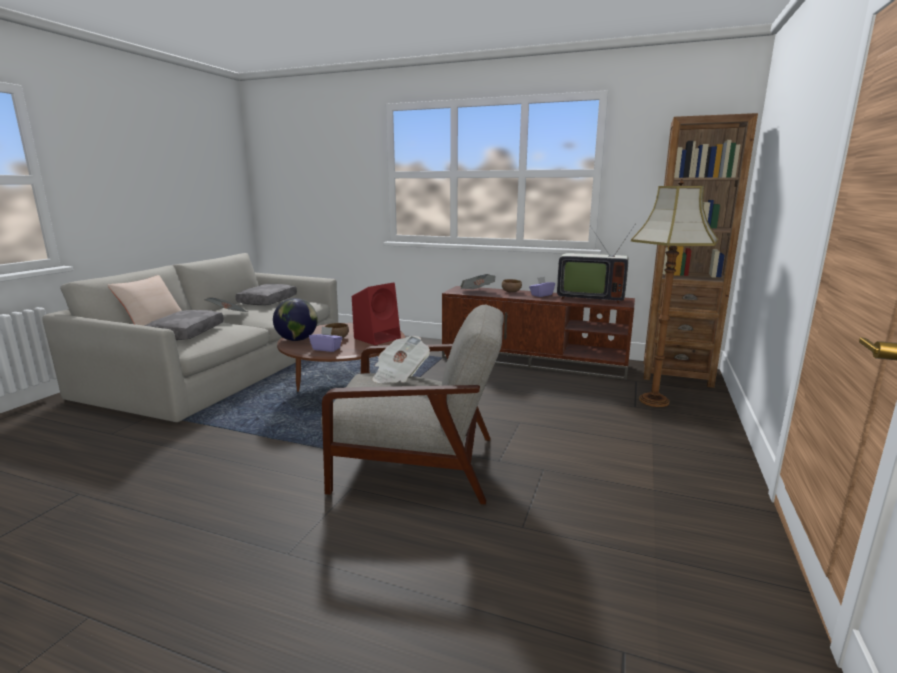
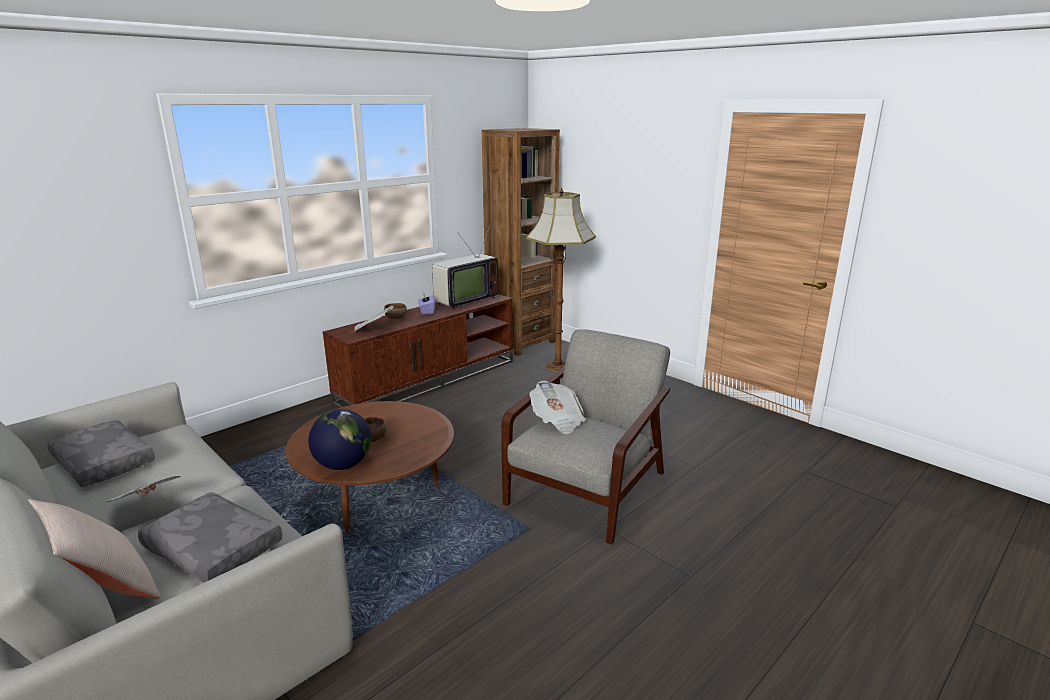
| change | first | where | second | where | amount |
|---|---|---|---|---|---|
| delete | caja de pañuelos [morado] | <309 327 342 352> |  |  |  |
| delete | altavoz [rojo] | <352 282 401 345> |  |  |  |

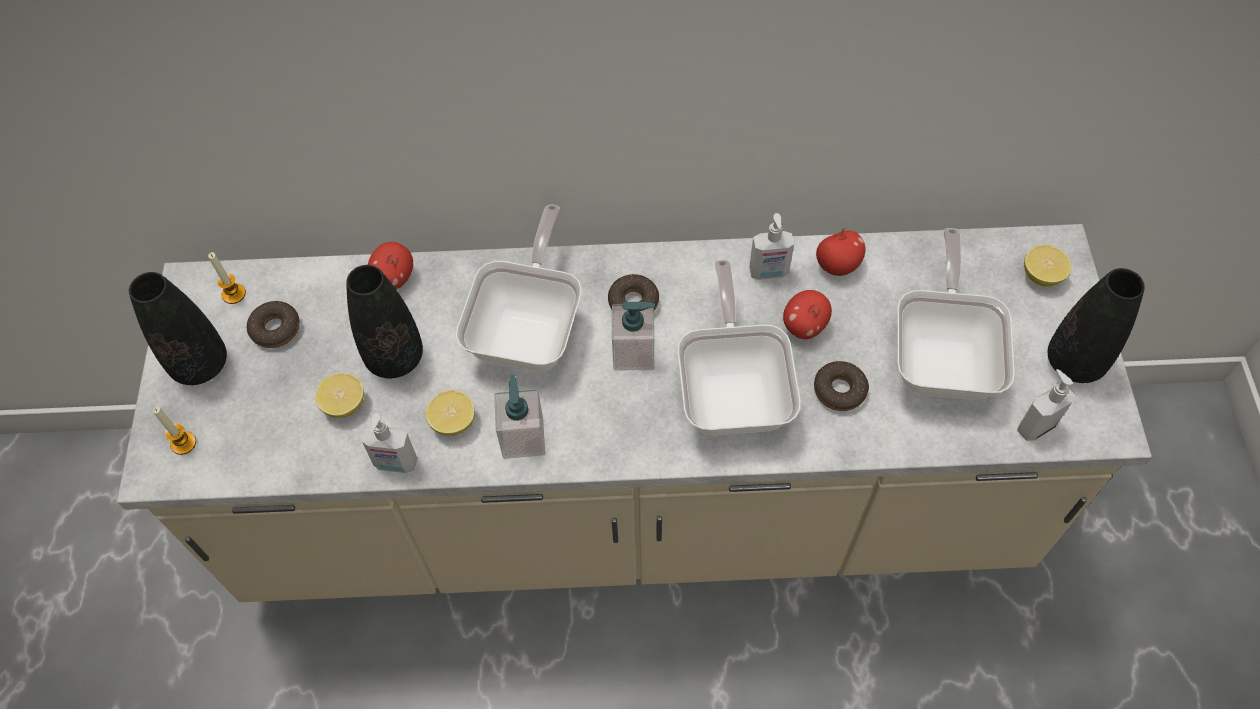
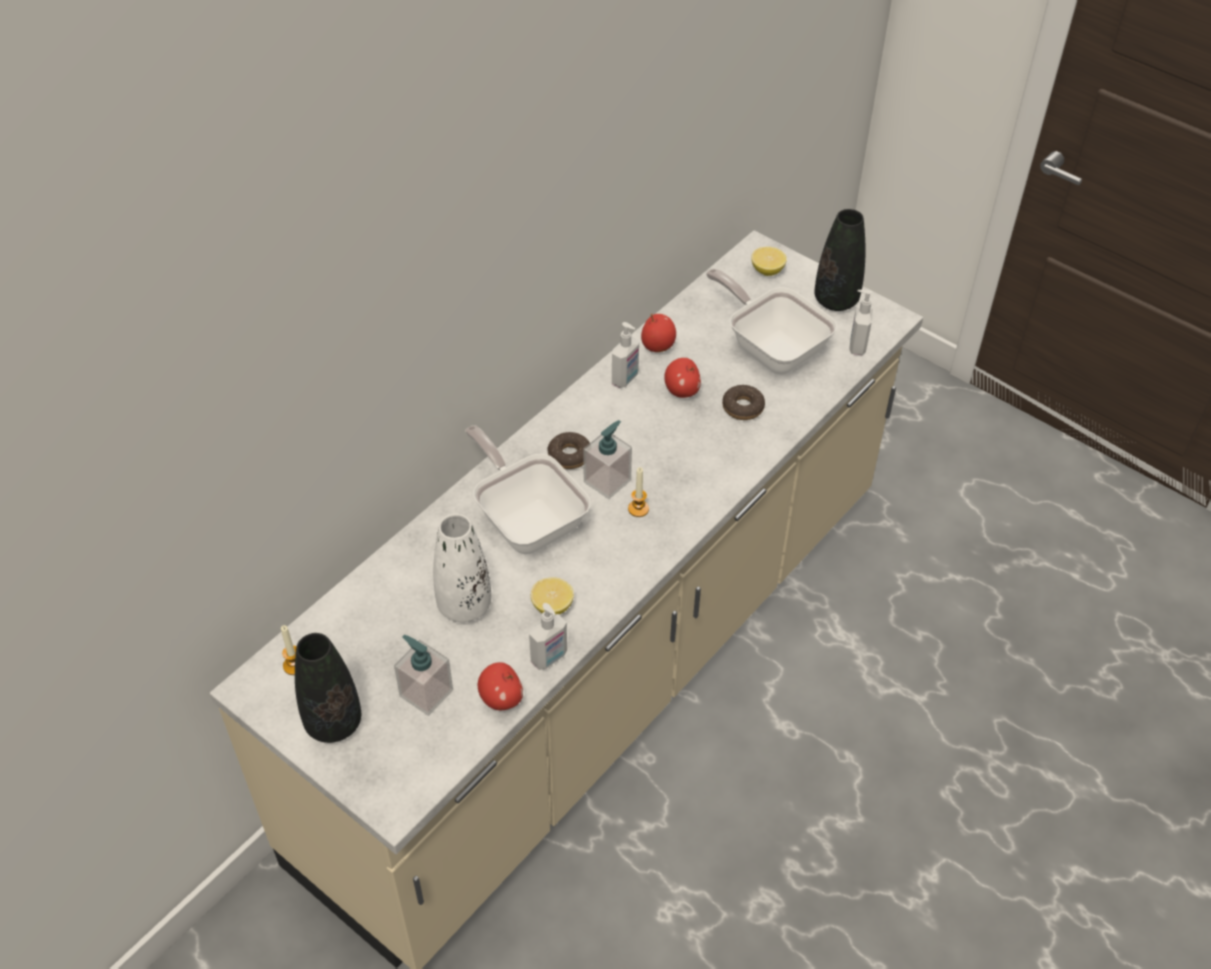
| change | first | where | second | where | amount |
|---|---|---|---|---|---|
| move | vela | <153 406 196 455> |  | <628 467 649 517> |  |
| delete | rosquilla | <247 301 300 348> |  |  |  |
| delete | limón | <315 373 364 418> |  |  |  |
| recolor | florero [negro] | <346 265 423 378> | florero [blanco] | <433 514 491 622> |  |
| move | manzana | <368 242 413 289> |  | <478 662 523 710> |  |
| move | dispensador de jabón | <494 375 545 459> |  | <394 635 453 716> |  |
| delete | sartén | <677 260 801 435> |  |  |  |

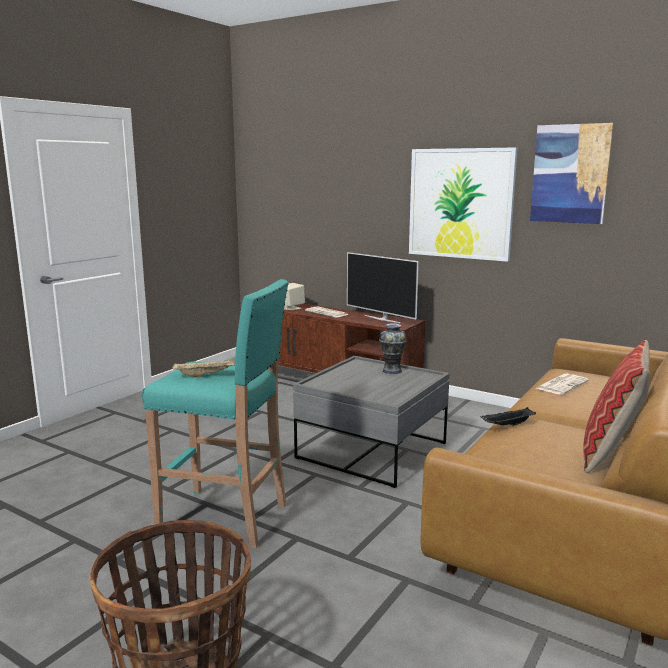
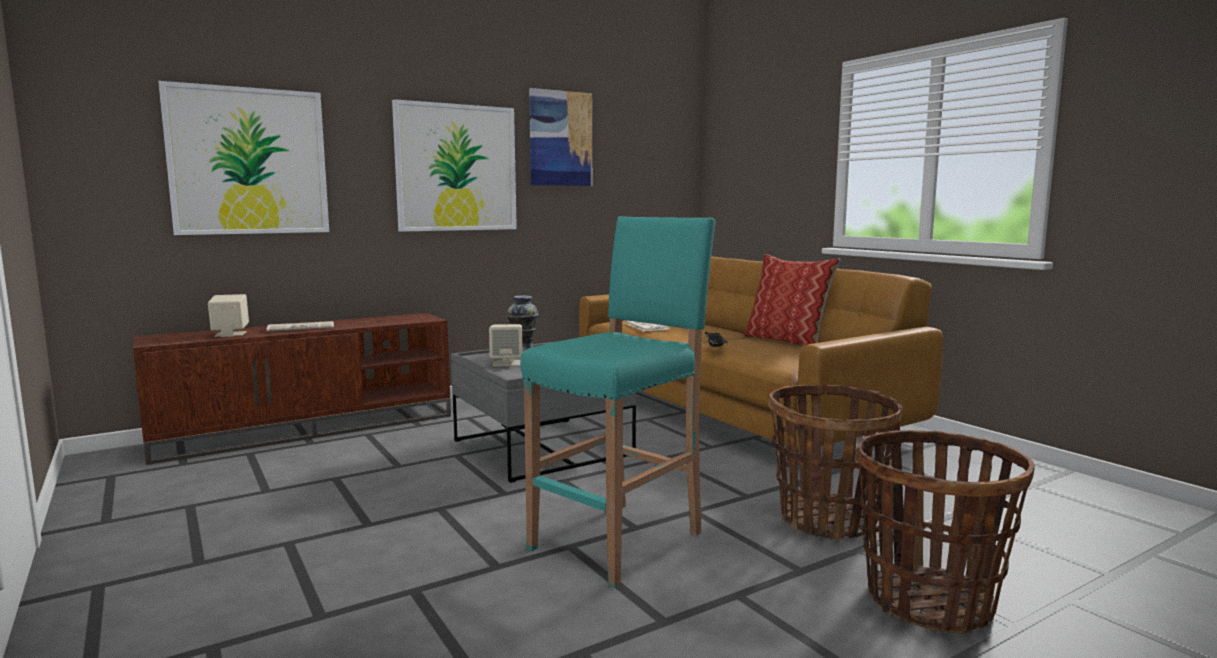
| change | first | where | second | where | amount |
|---|---|---|---|---|---|
| delete | bandeja [beis] | <172 358 235 377> |  |  |  |
| delete | televisor | <347 252 419 323> |  |  |  |
| insert |  |  | cuadro | <159 81 329 235> |  |
| insert |  |  | altavoz [beis] | <489 324 522 367> |  |
| insert |  |  | cesta | <768 385 902 541> |  |

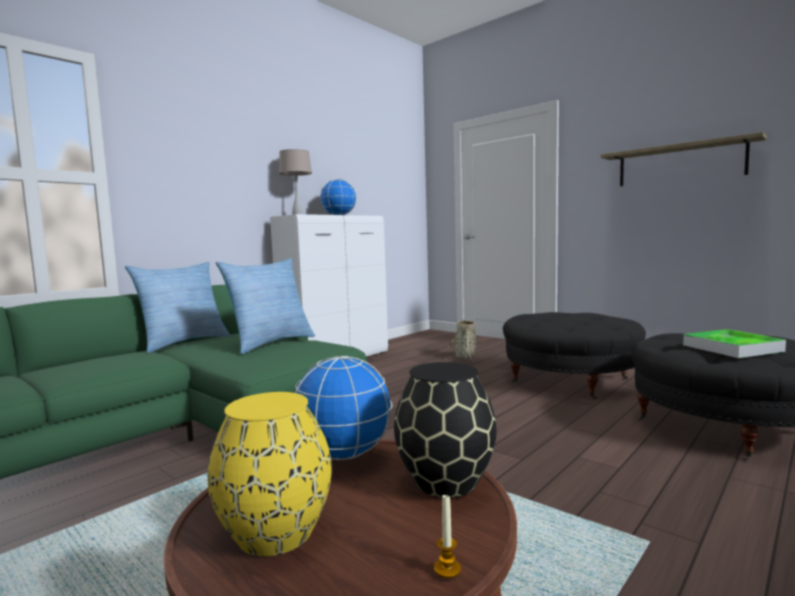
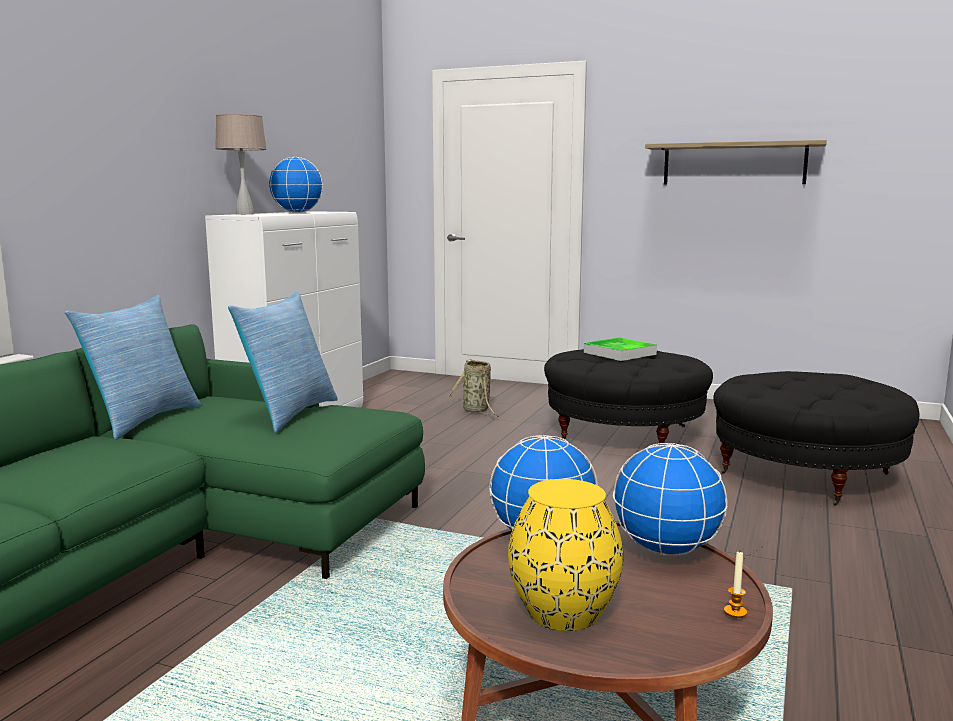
| change | first | where | second | where | amount |
|---|---|---|---|---|---|
| replace | florero [negro] | <394 362 497 497> | globo terráqueo | <613 443 728 556> |  |
| move | bandeja | <683 329 786 358> |  | <584 337 657 361> |  |

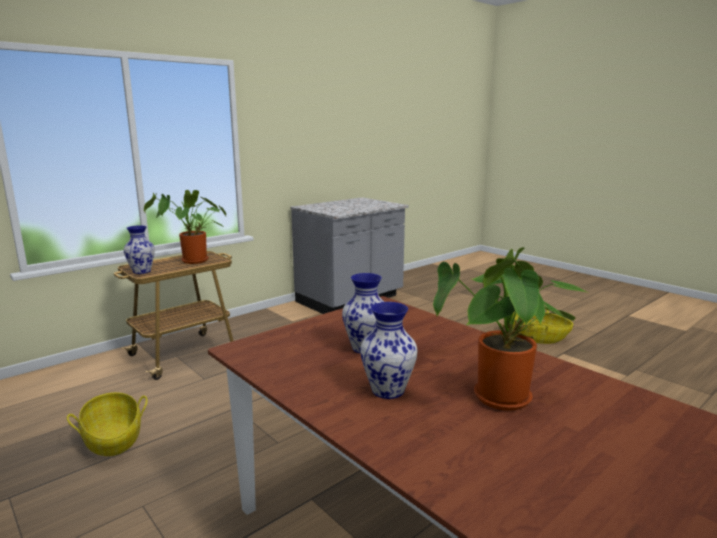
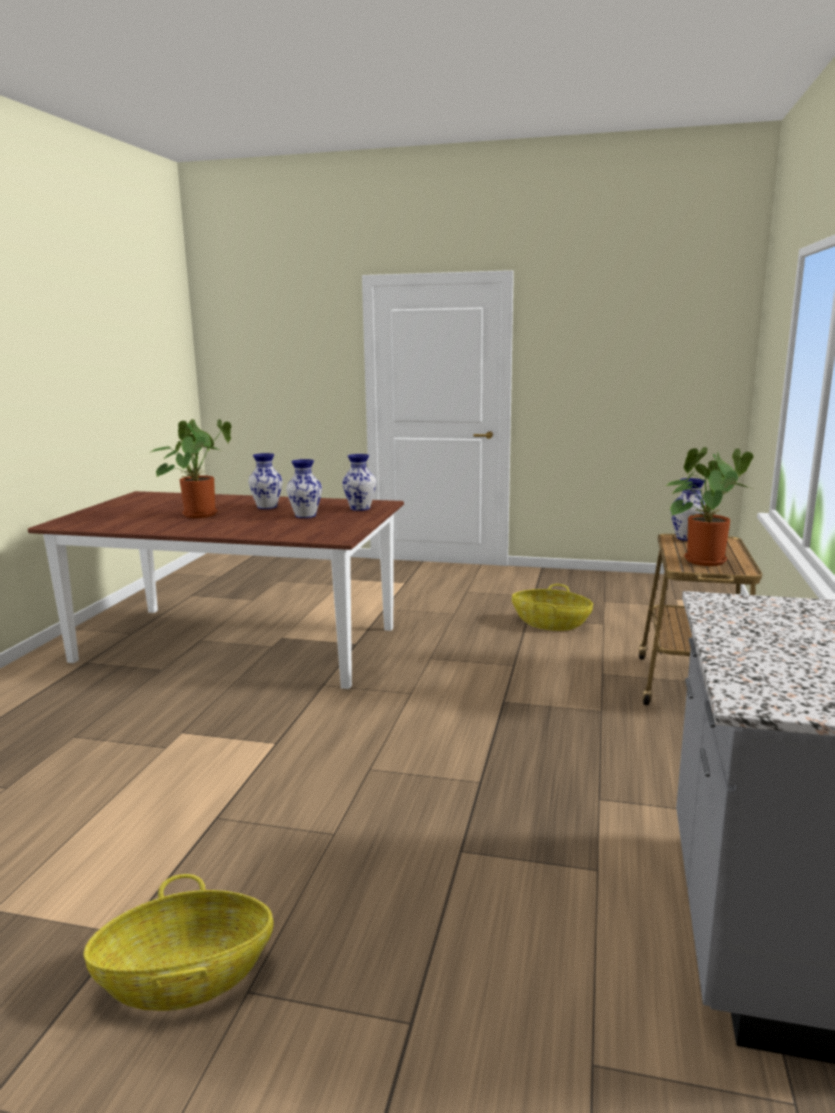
| change | first | where | second | where | amount |
|---|---|---|---|---|---|
| insert |  |  | florero | <342 454 376 511> |  |

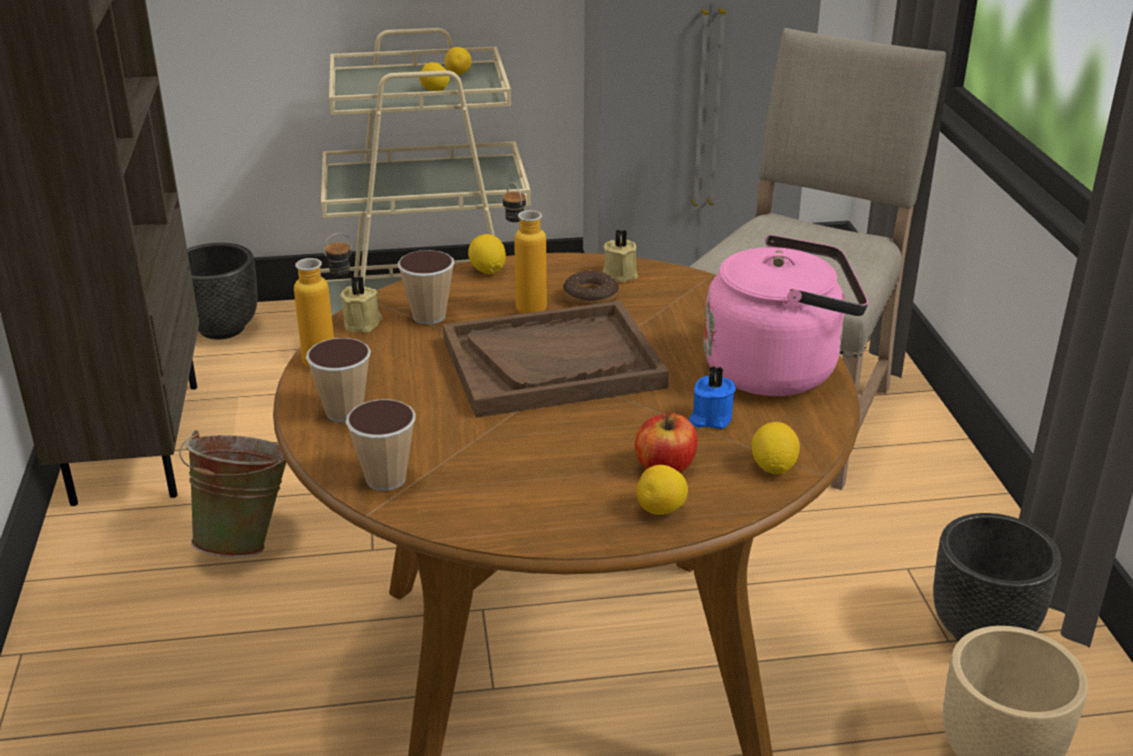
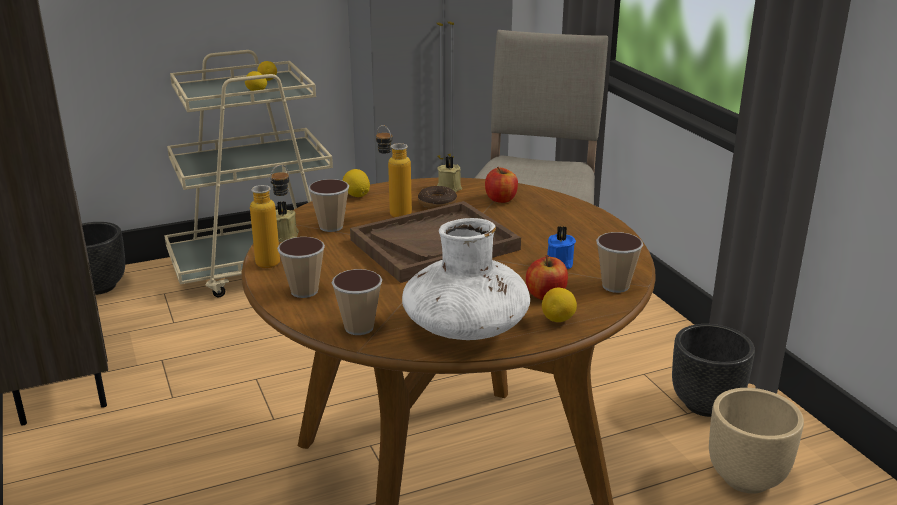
| change | first | where | second | where | amount |
|---|---|---|---|---|---|
| delete | cubo [verde] | <179 430 286 557> |  |  |  |
| delete | hervidor [rosa] | <704 235 868 396> |  |  |  |
| replace | limón | <752 422 800 474> | taza | <596 232 643 293> |  |
| insert |  |  | florero [blanco] | <402 218 530 340> |  |
| insert |  |  | manzana | <485 167 518 203> |  |

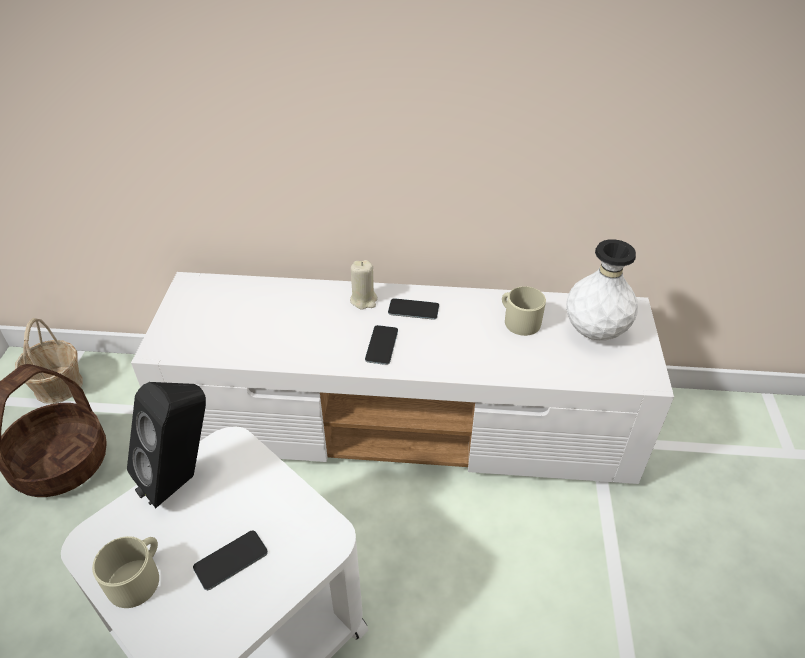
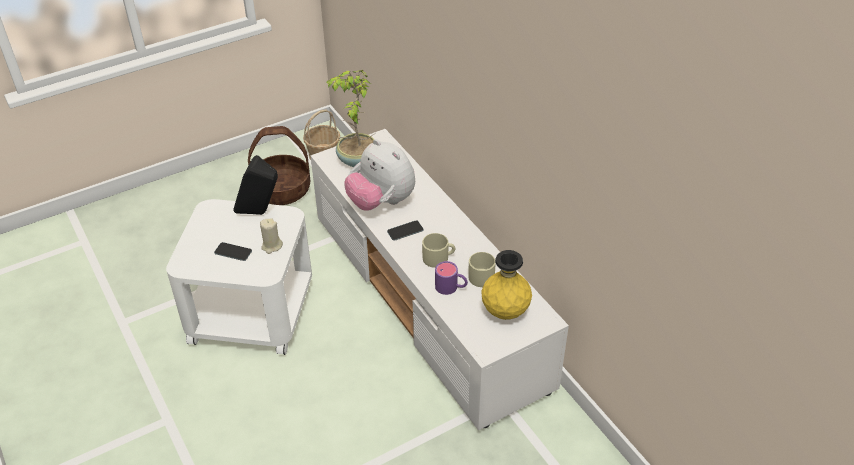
| change | first | where | second | where | amount |
|---|---|---|---|---|---|
| move | taza grande [beis] | <92 536 159 608> |  | <422 233 455 268> |  |
| move | vela [beis] | <350 260 378 310> |  | <260 218 283 254> |  |
| delete | móvil | <388 298 439 320> |  |  |  |
| recolor | florero [blanco] | <566 239 638 341> | florero [amarillo] | <481 250 532 320> |  |
| insert |  |  | planta en maceta | <326 70 374 167> |  |
| insert |  |  | peluche | <344 139 415 211> |  |
| insert |  |  | taza grande [morado] | <435 261 468 295> |  |

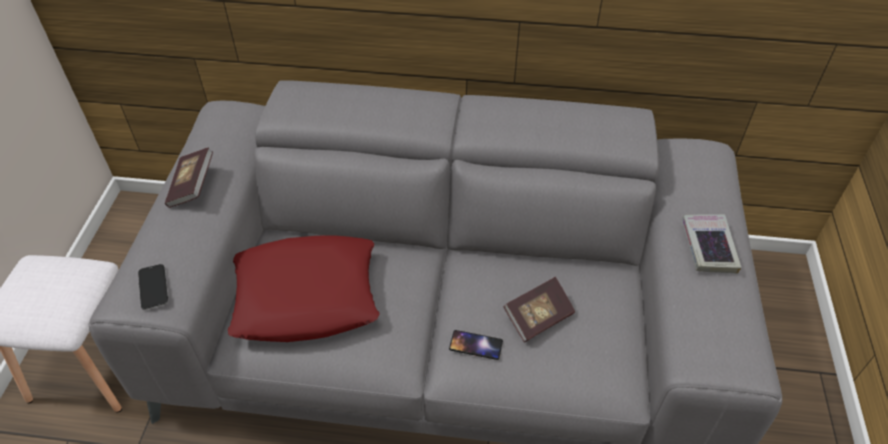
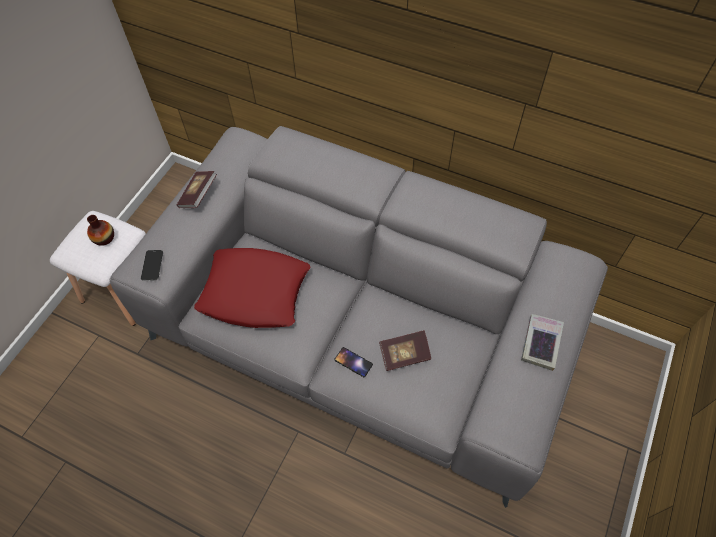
| change | first | where | second | where | amount |
|---|---|---|---|---|---|
| insert |  |  | florero | <87 215 114 246> |  |

